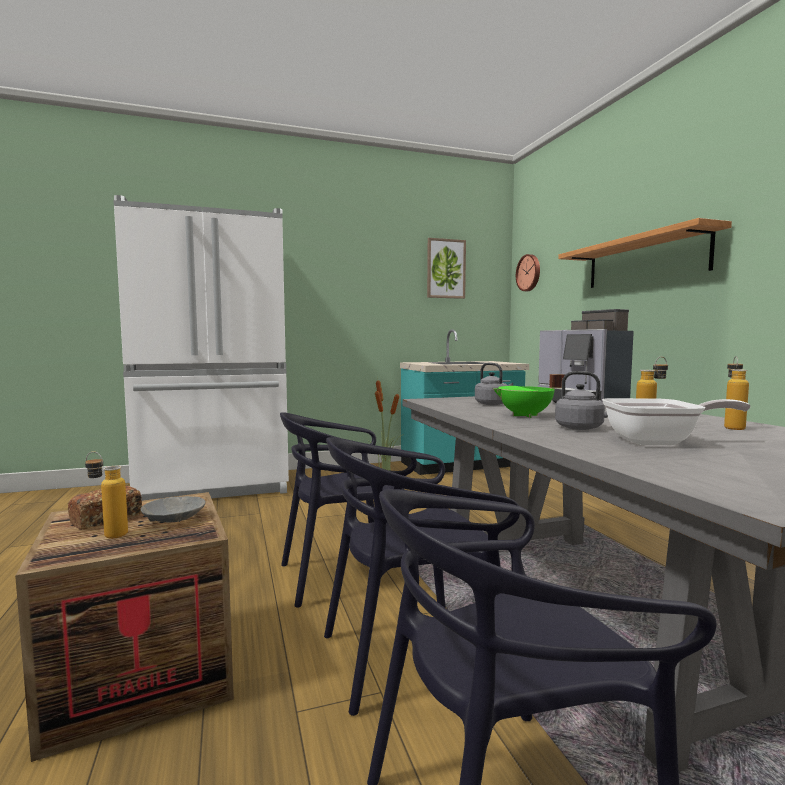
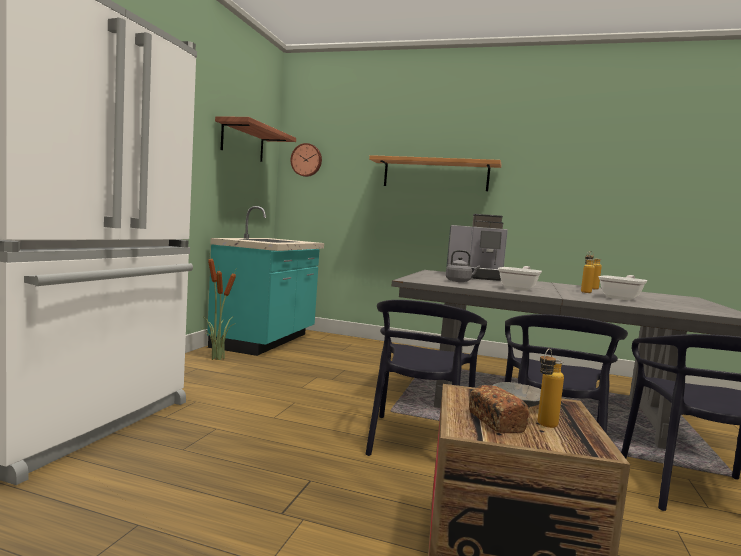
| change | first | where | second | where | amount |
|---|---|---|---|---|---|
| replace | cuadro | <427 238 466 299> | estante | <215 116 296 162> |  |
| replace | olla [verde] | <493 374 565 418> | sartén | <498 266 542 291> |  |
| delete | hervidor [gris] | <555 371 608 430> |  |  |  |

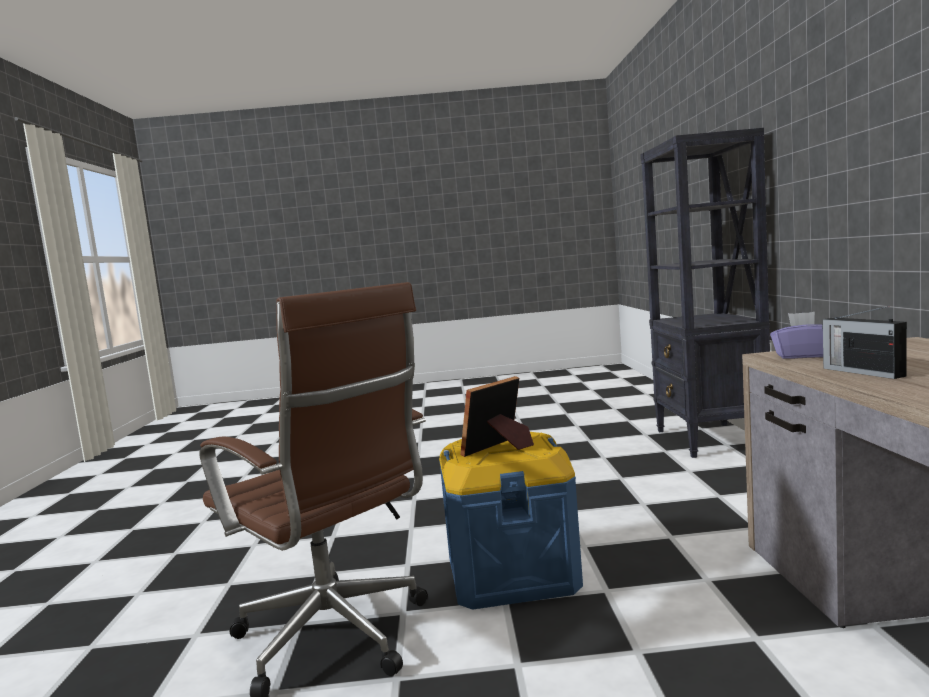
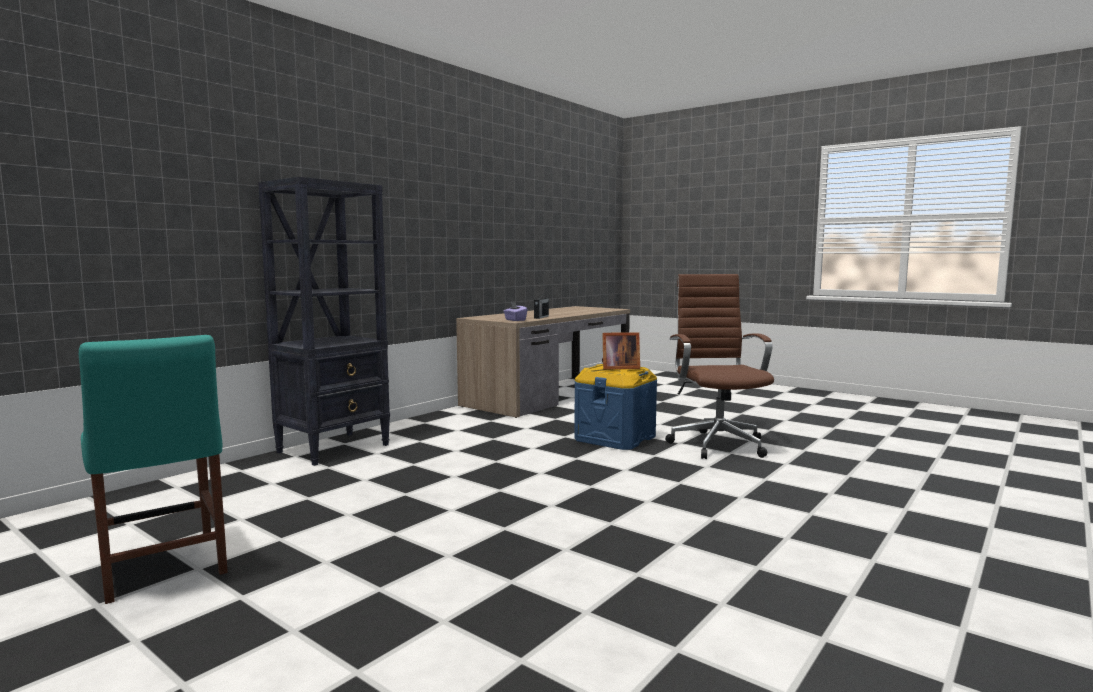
| change | first | where | second | where | amount |
|---|---|---|---|---|---|
| insert |  |  | silla [turquesa] | <79 335 228 604> |  |

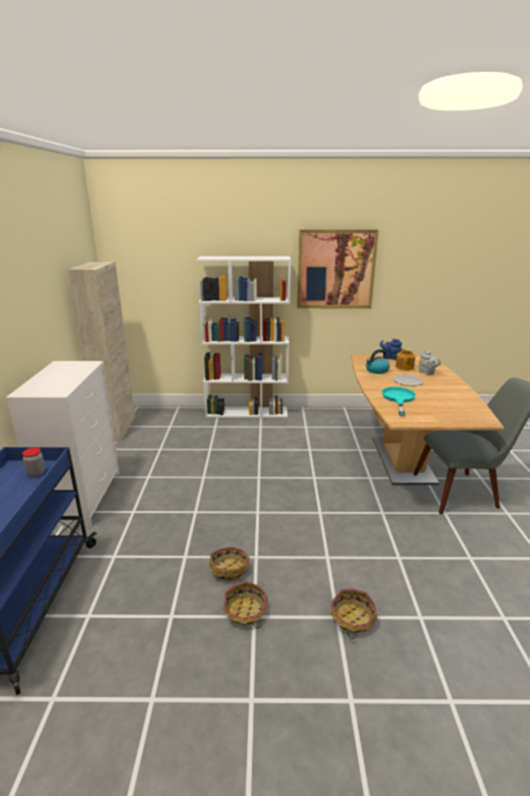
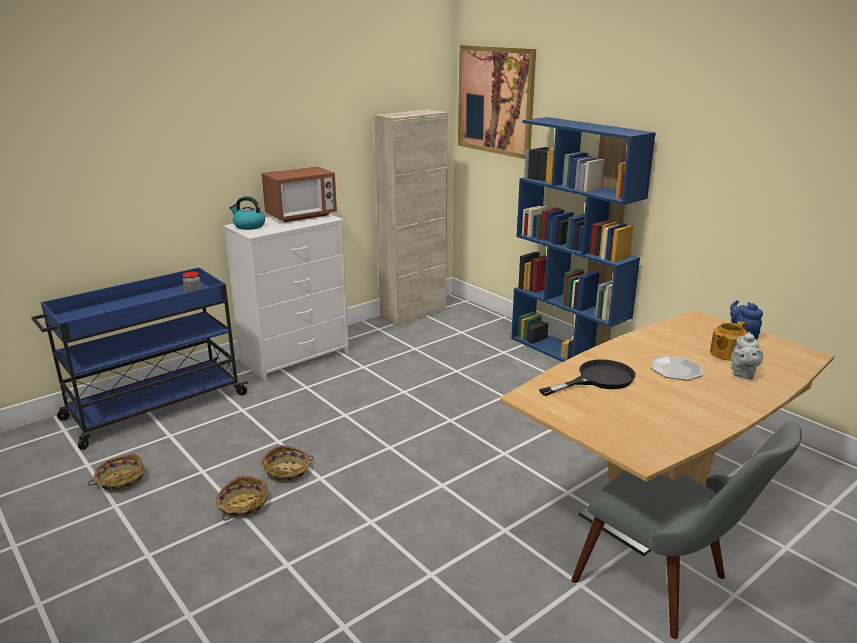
| change | first | where | second | where | amount |
|---|---|---|---|---|---|
| recolor | estantería [blanco] | <196 256 291 418> | estantería [azul] | <511 117 656 362> |  |
| move | cuadro | <297 229 379 308> |  | <458 45 536 159> |  |
| move | cesta | <330 589 377 639> |  | <88 453 145 492> |  |
| move | hervidor | <366 349 390 374> |  | <230 196 265 230> |  |
| recolor | sartén [turquesa] | <382 387 416 416> | sartén [negro] | <539 359 636 396> |  |
| insert |  |  | microondas | <261 166 337 222> |  |

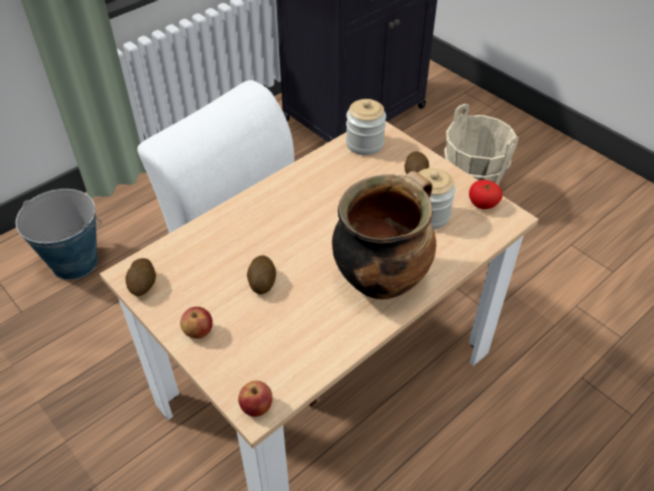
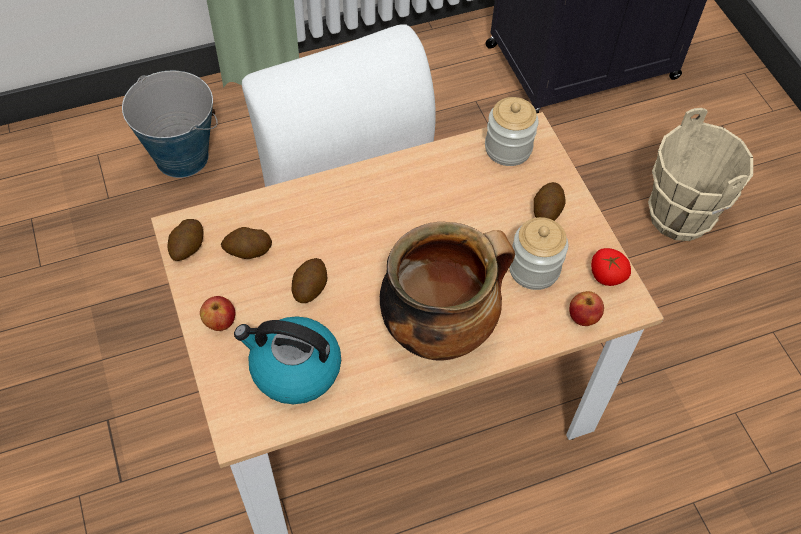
| change | first | where | second | where | amount |
|---|---|---|---|---|---|
| move | manzana | <238 381 273 417> |  | <569 291 604 326> |  |
| insert |  |  | patata | <221 227 272 259> |  |
| insert |  |  | hervidor | <234 316 341 404> |  |

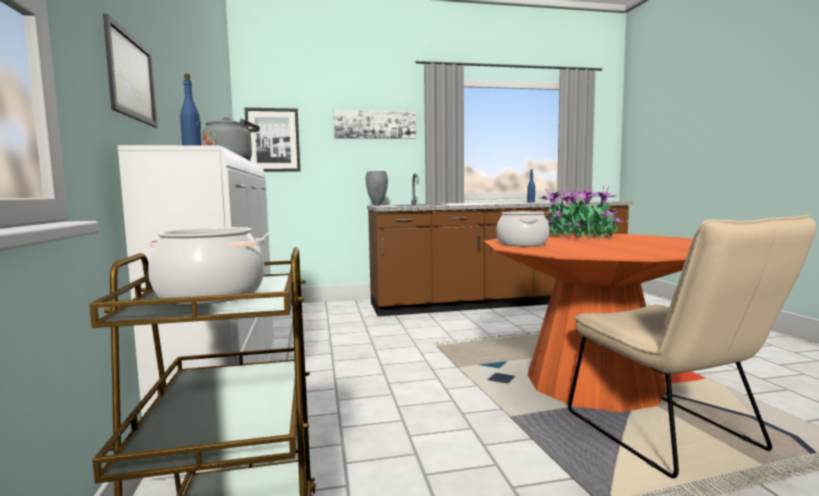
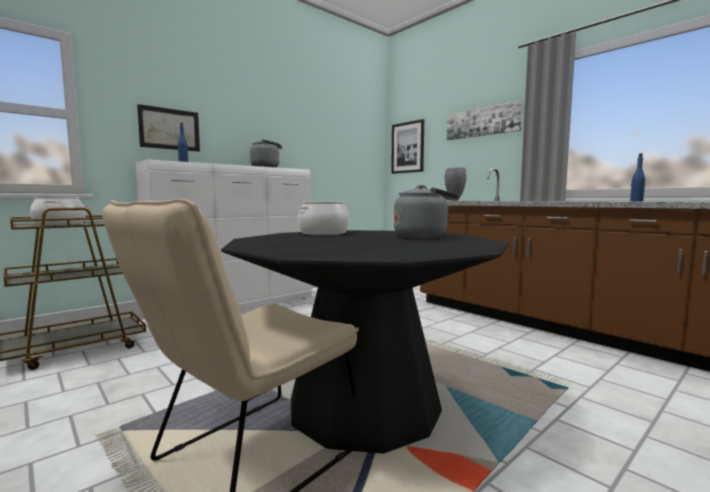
| change | first | where | second | where | amount |
|---|---|---|---|---|---|
| recolor | mesa de comedor [naranja] | <484 233 693 412> | mesa de comedor [negro] | <221 230 509 454> |  |
| replace | planta en maceta | <541 185 622 238> | hervidor [gris] | <394 185 459 239> |  |

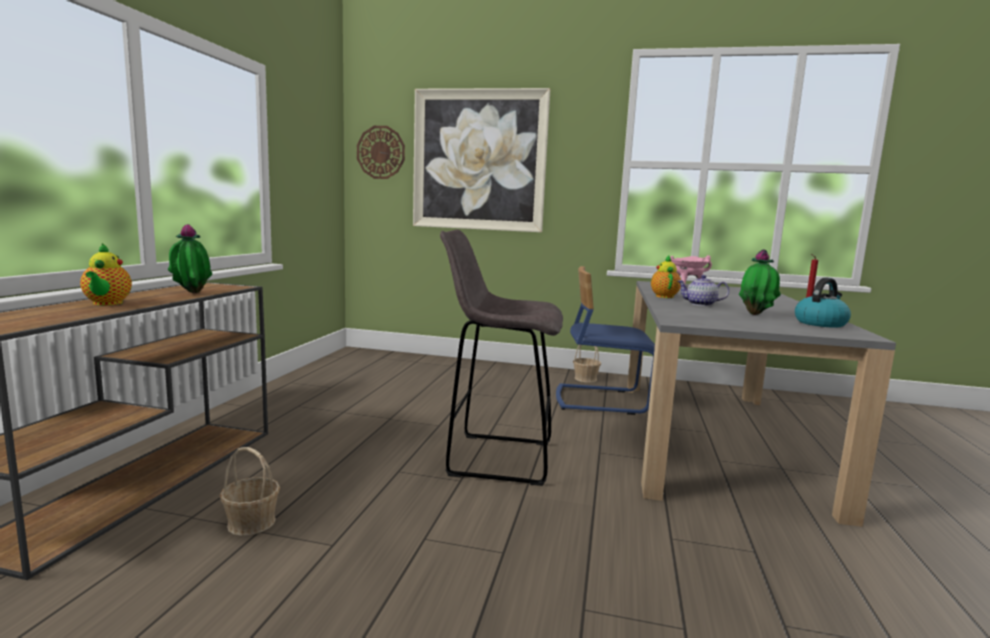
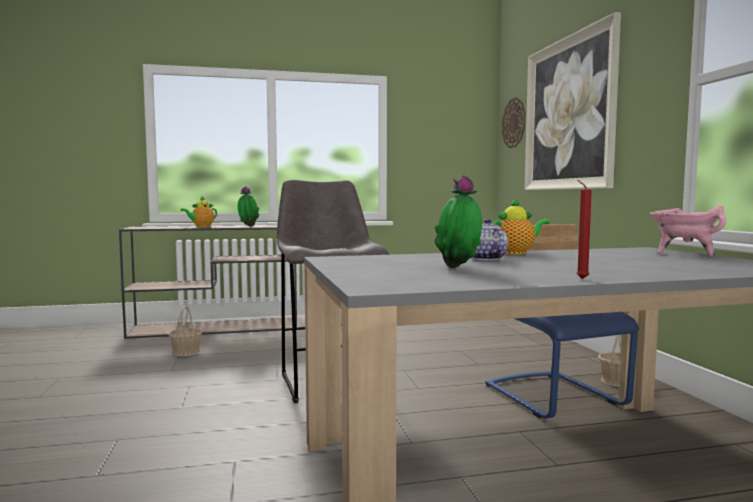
| change | first | where | second | where | amount |
|---|---|---|---|---|---|
| delete | hervidor | <795 277 851 328> |  |  |  |

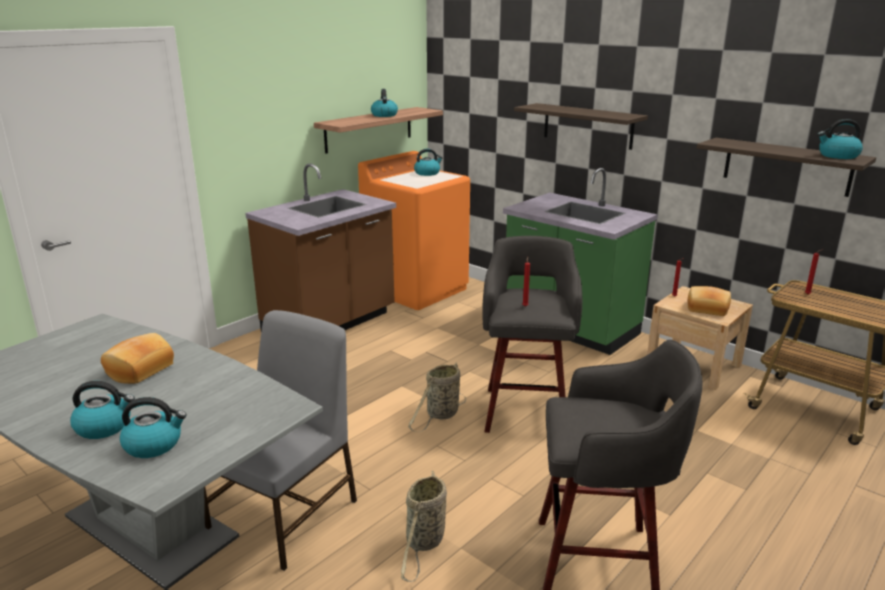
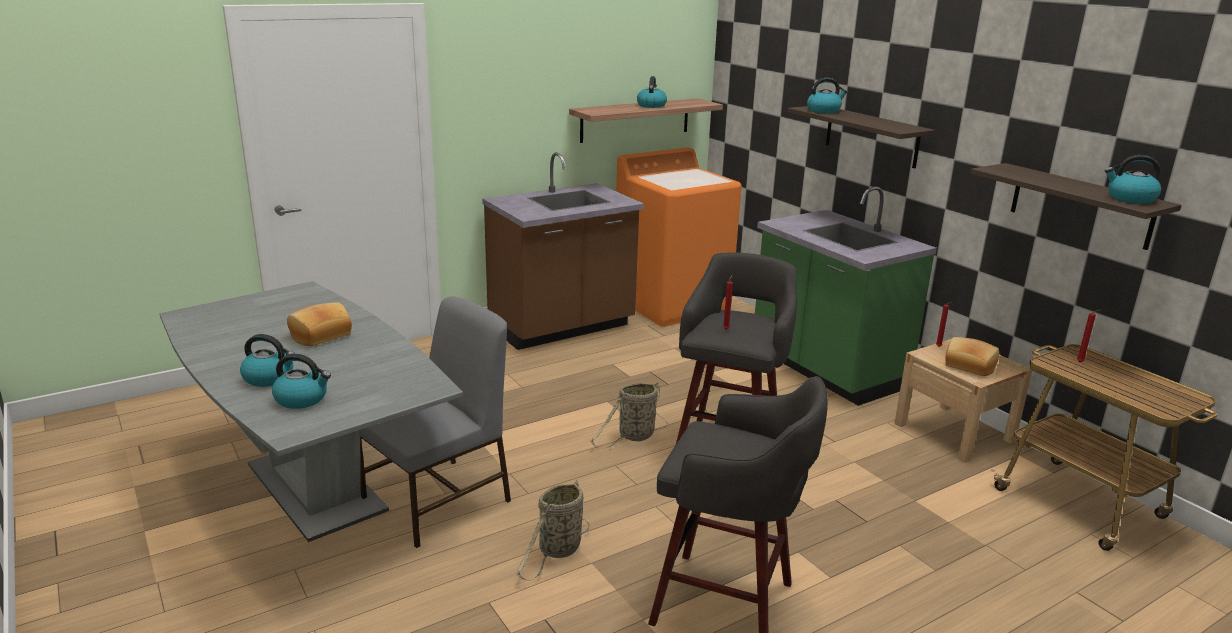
| change | first | where | second | where | amount |
|---|---|---|---|---|---|
| move | hervidor | <414 149 443 176> |  | <807 78 847 113> |  |

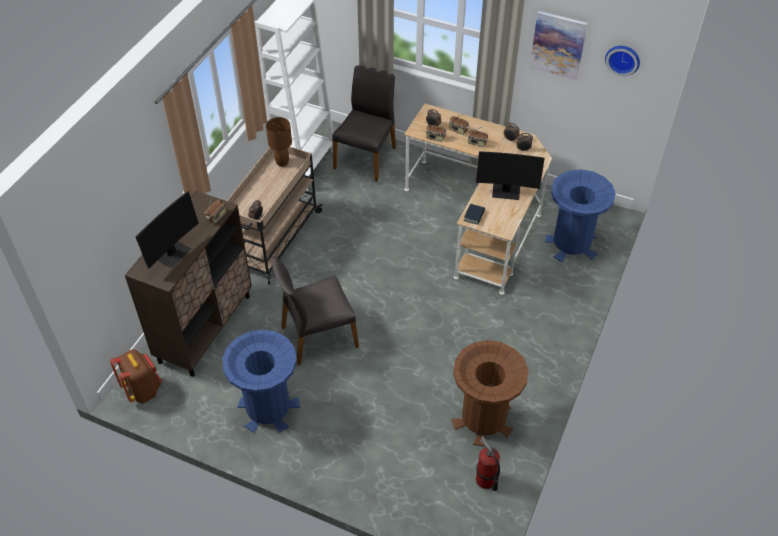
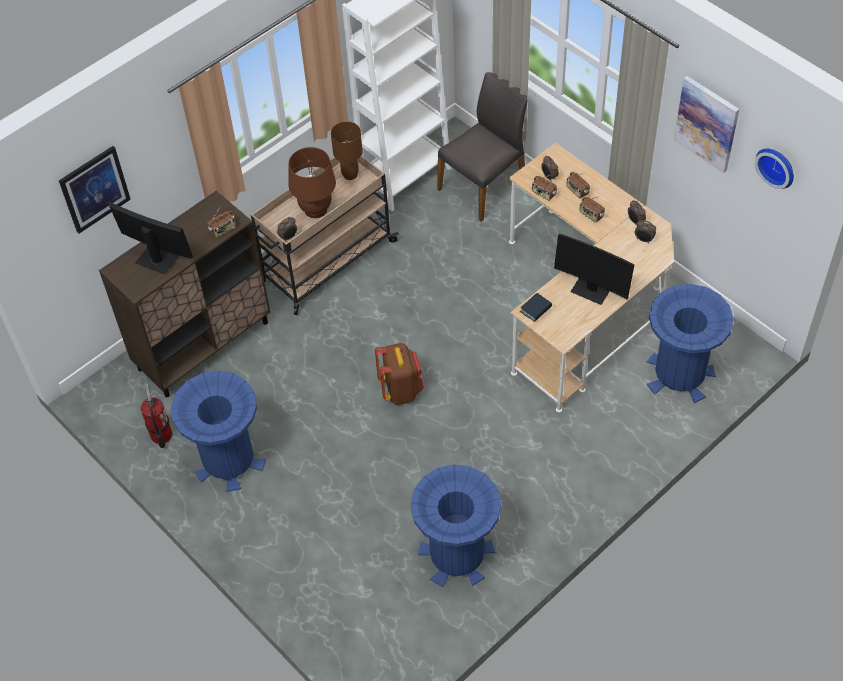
| change | first | where | second | where | amount |
|---|---|---|---|---|---|
| move | mochila [marrón] | <110 349 162 404> |  | <375 343 424 405> |  |
| rotate | monitor | <136 191 199 269> |  | <108 202 193 274> | 120 degrees counterclockwise |
| delete | silla [gris] | <272 257 359 365> |  |  |  |
| recolor | papelera [marrón] | <451 340 528 447> | papelera [azul] | <411 464 501 587> |  |
| move | extintor | <476 436 500 491> |  | <141 384 172 448> |  |
| insert |  |  | cuadro | <59 146 131 234> |  |
| insert |  |  | lámpara de mesa [marrón] | <288 147 336 218> |  |

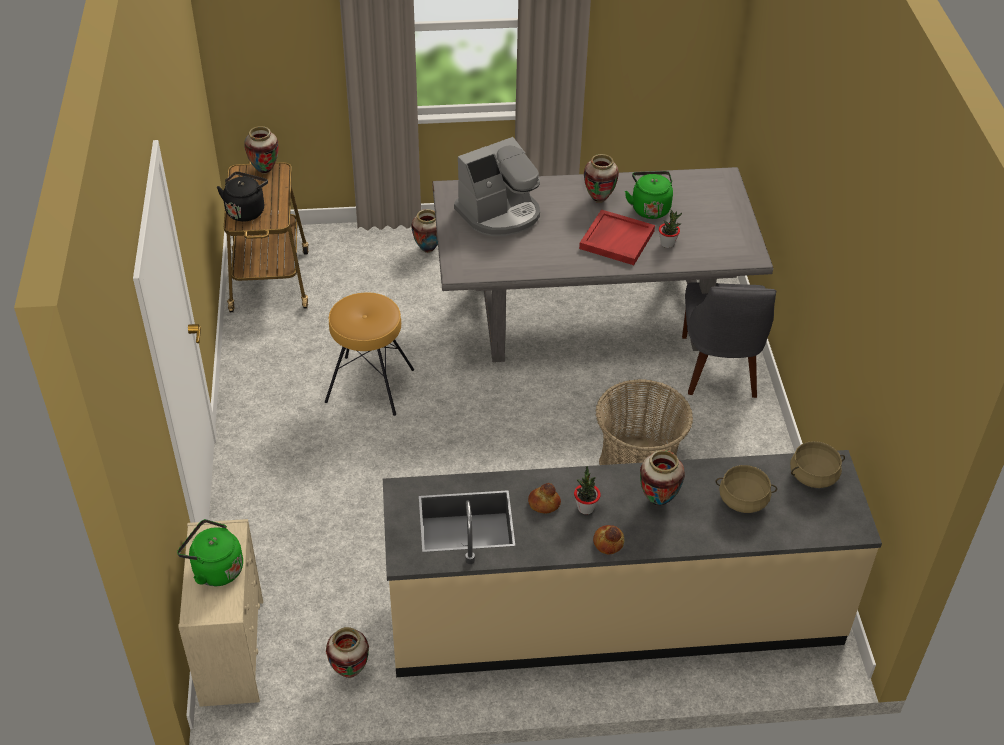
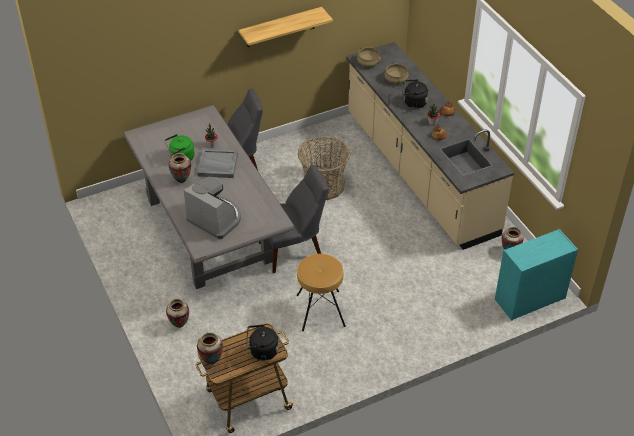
| change | first | where | second | where | amount |
|---|---|---|---|---|---|
| delete | hervidor [verde] | <177 519 243 586> |  |  |  |
| recolor | cómoda [beis] | <178 519 263 707> | cómoda [turquesa] | <495 229 578 321> |  |
| recolor | bandeja [rojo] | <579 209 655 265> | bandeja [gris] | <197 149 238 178> |  |
| replace | florero | <640 450 685 506> | hervidor [negro] | <402 79 428 109> |  |
| insert |  |  | estante | <238 7 333 47> |  |
| insert |  |  | silla [gris] | <259 165 328 273> |  |

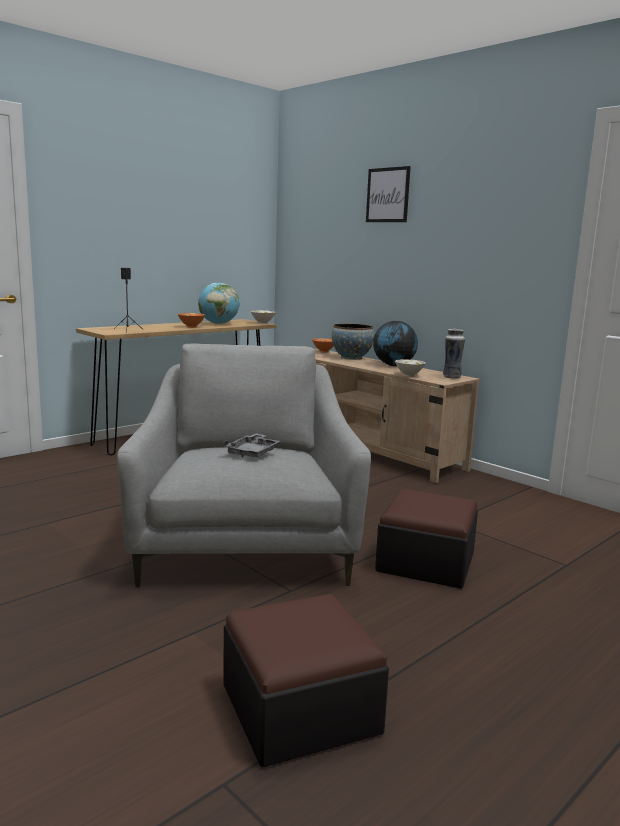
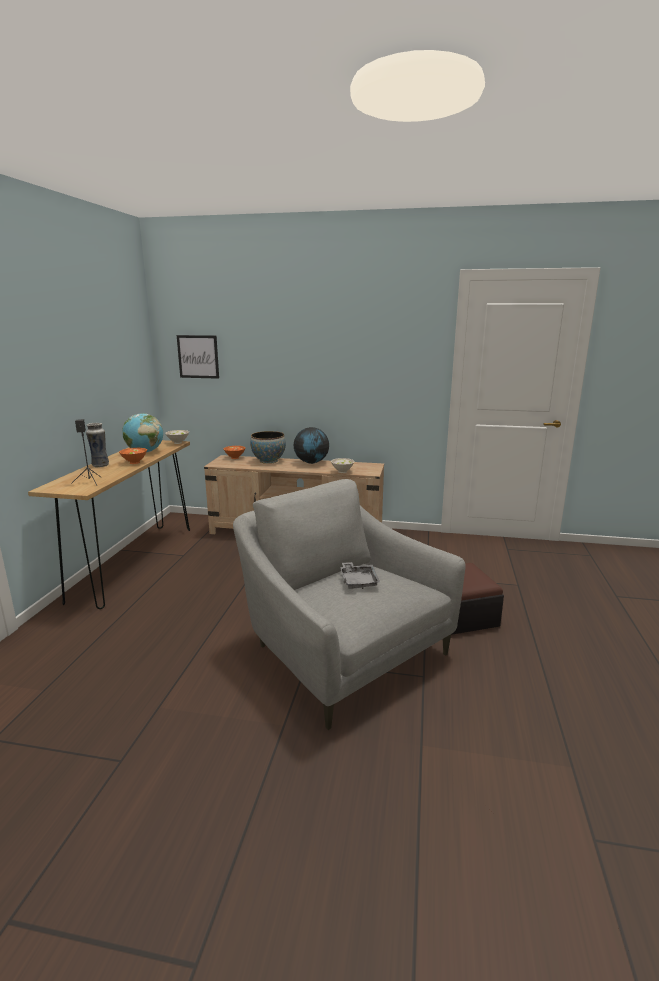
| change | first | where | second | where | amount |
|---|---|---|---|---|---|
| delete | puf | <223 594 389 767> |  |  |  |
| move | cuadro | <366 166 411 222> |  | <177 335 219 379> |  |
| move | florero | <443 329 465 379> |  | <86 423 109 468> |  |

